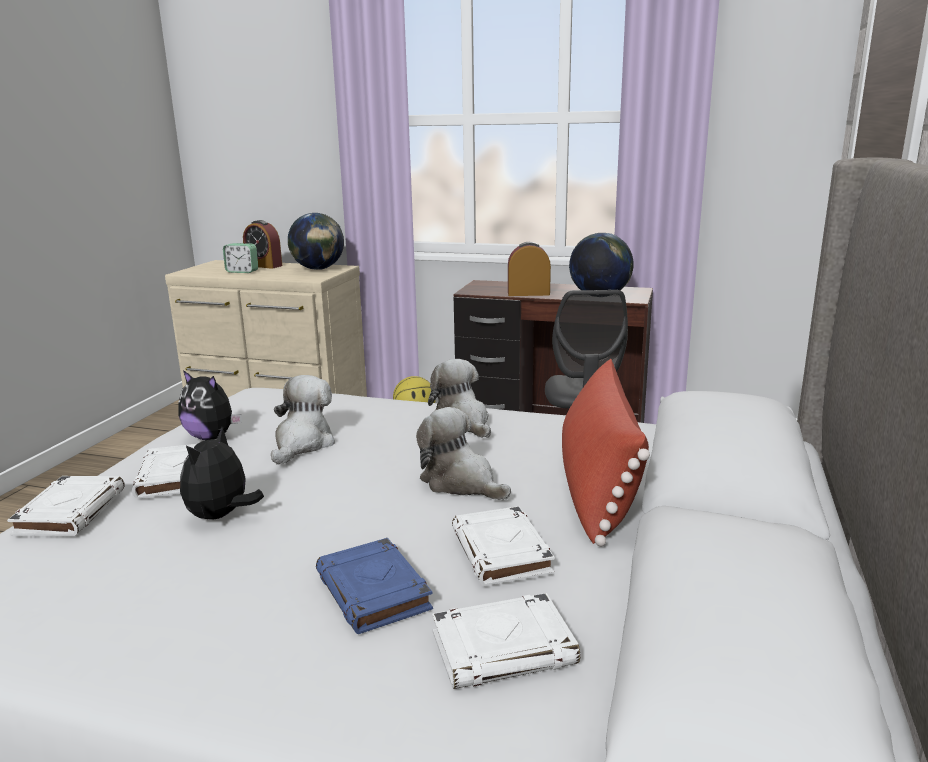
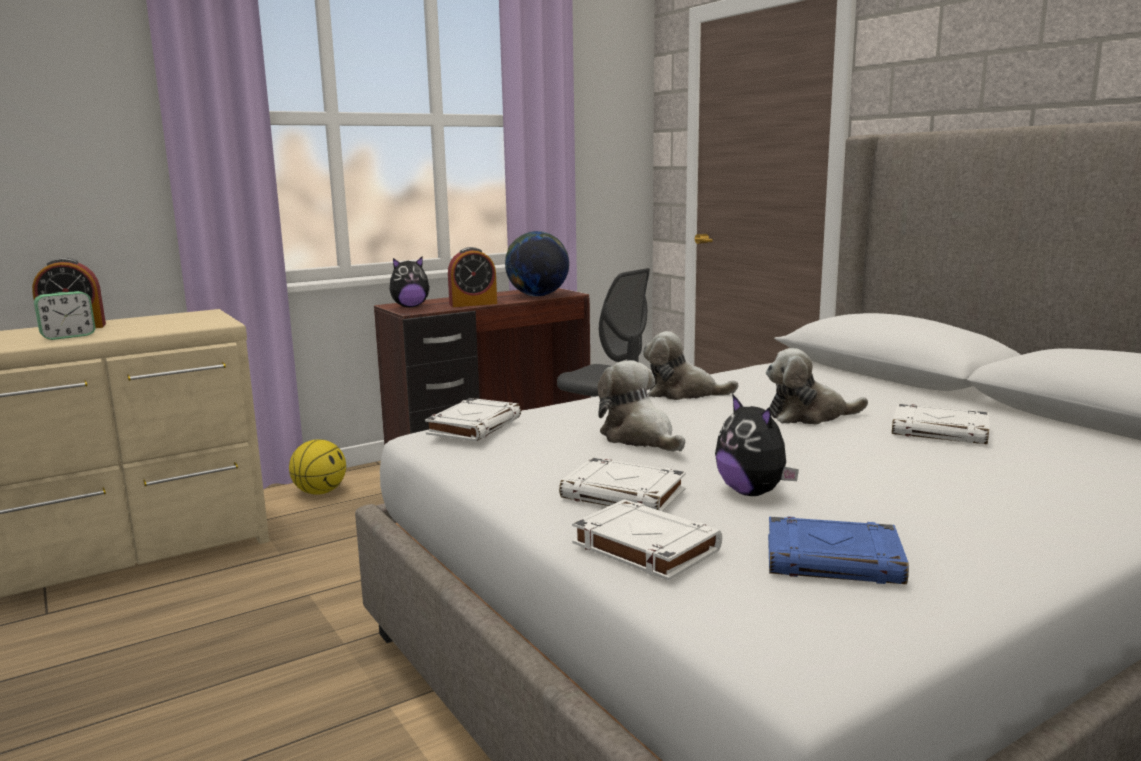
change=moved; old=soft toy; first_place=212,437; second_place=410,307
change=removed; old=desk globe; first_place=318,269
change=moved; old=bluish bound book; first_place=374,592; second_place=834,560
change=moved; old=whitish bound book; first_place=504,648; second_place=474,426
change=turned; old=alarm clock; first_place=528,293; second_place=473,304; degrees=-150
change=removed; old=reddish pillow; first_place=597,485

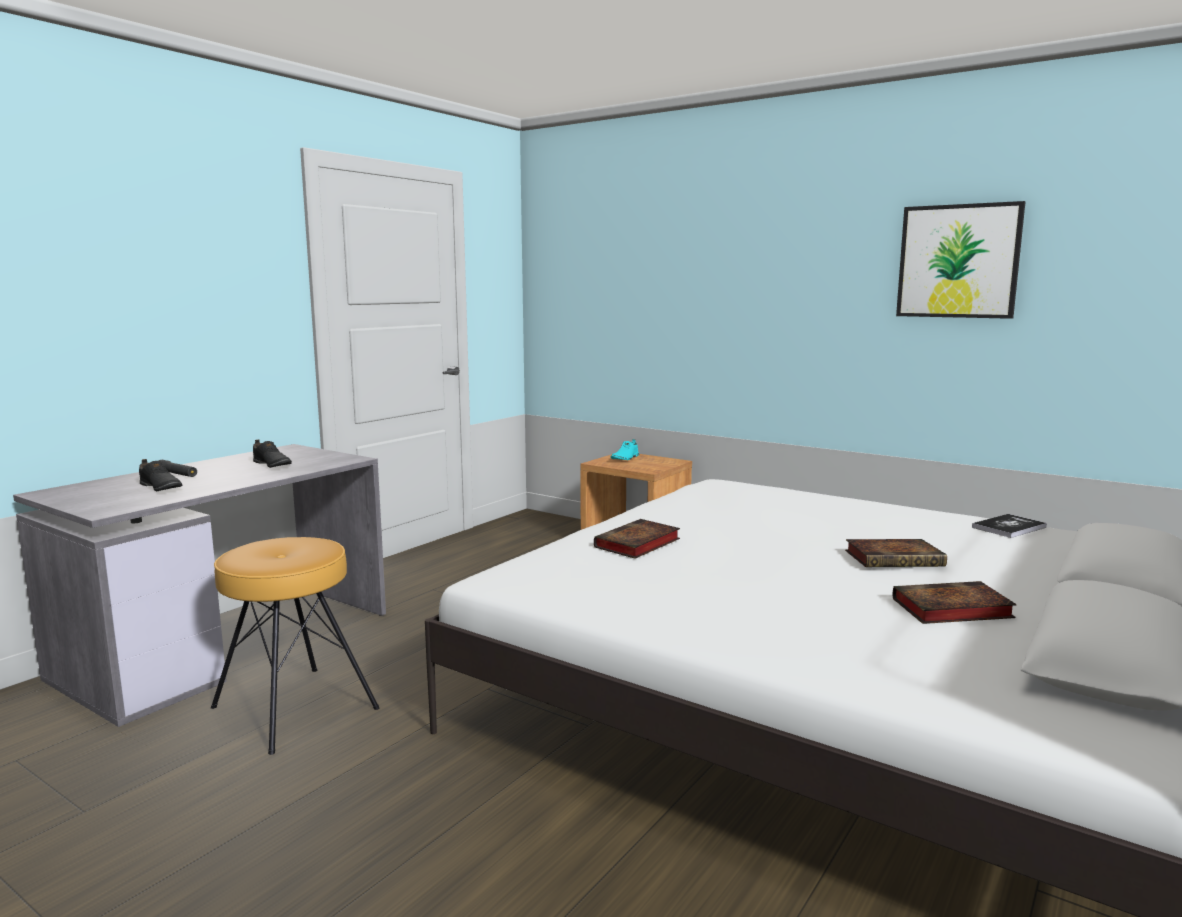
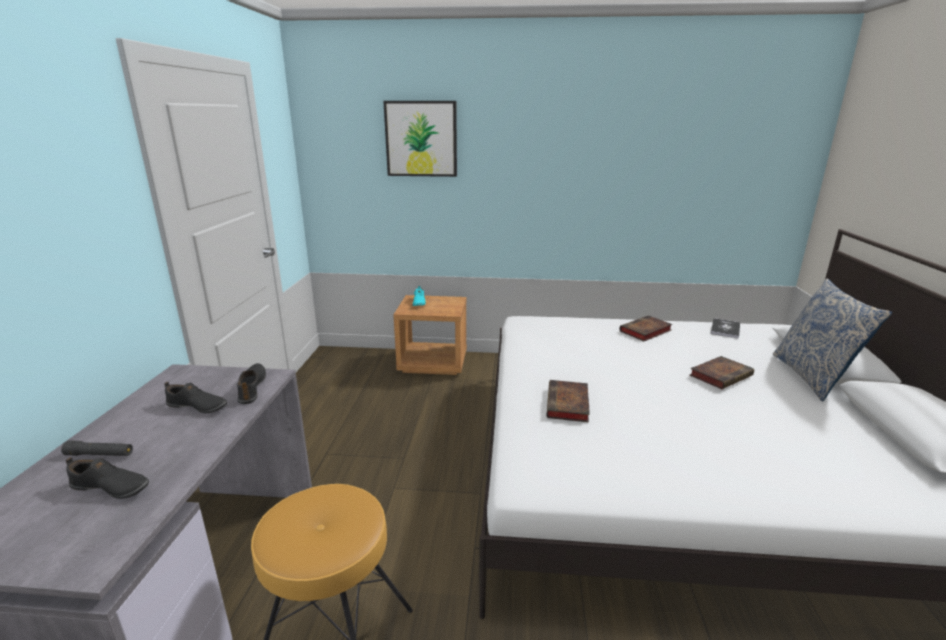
change=moved; old=bound book; first_place=949,609; second_place=645,331
change=moved; old=wall art; first_place=958,261; second_place=421,139
change=added; new=black-coloured item of footwear; second_place=252,387
change=added; new=pillow; second_place=813,377

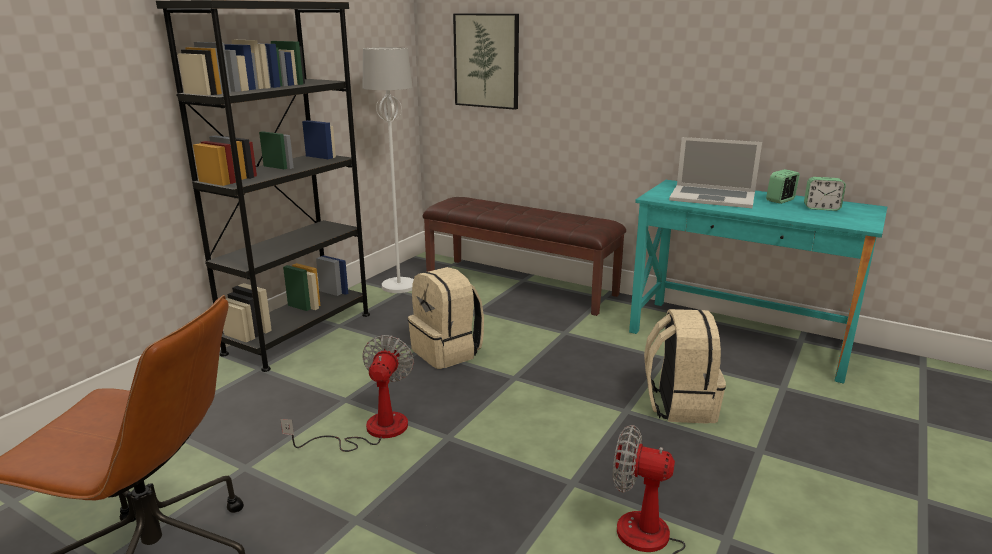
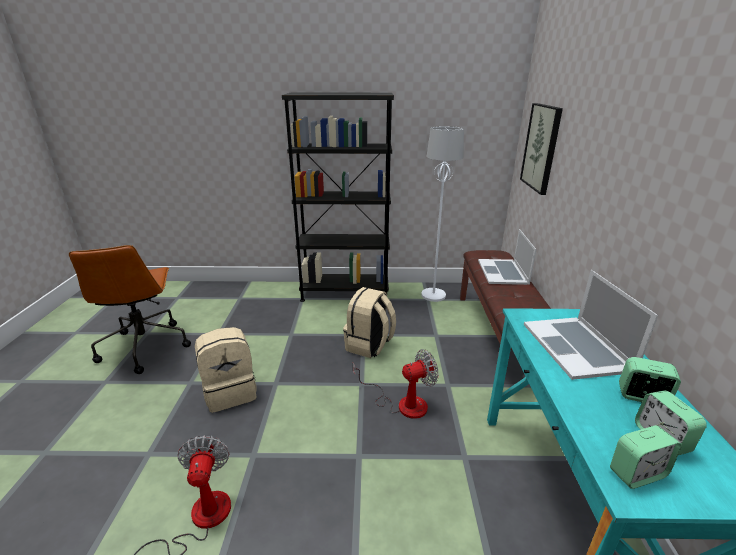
change=moved; old=cooling fan; first_place=371,430; second_place=402,403
change=moved; old=beige-coloured knapsack; first_place=679,404; second_place=231,392
change=added; new=laptop; second_place=503,272
change=added; new=alarm clock; second_place=637,473

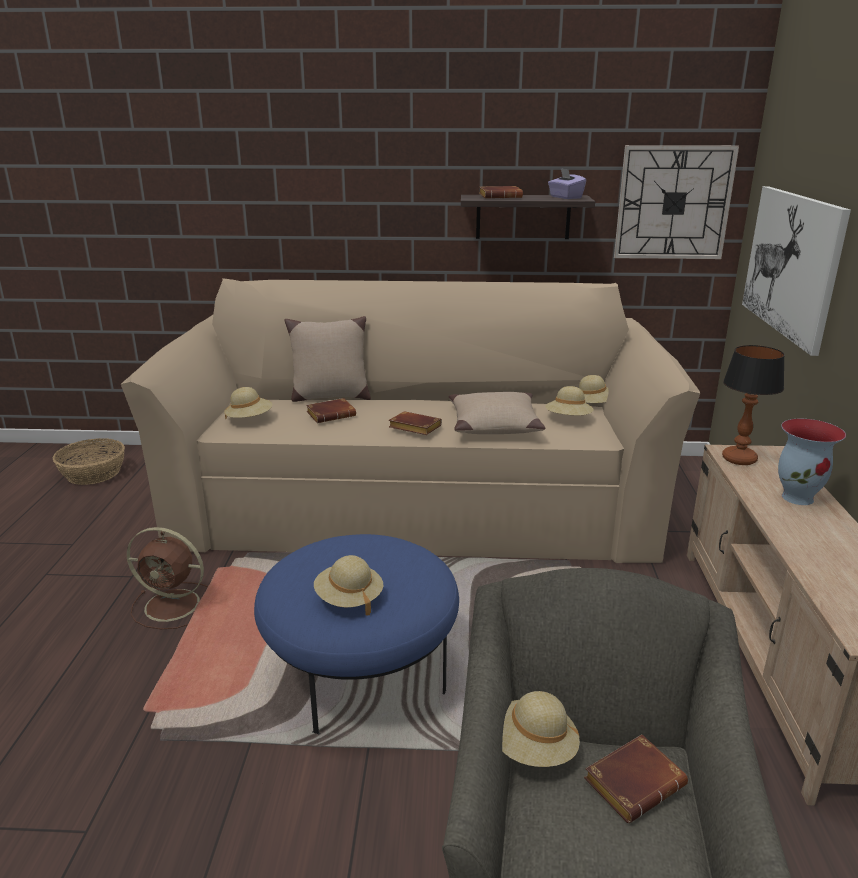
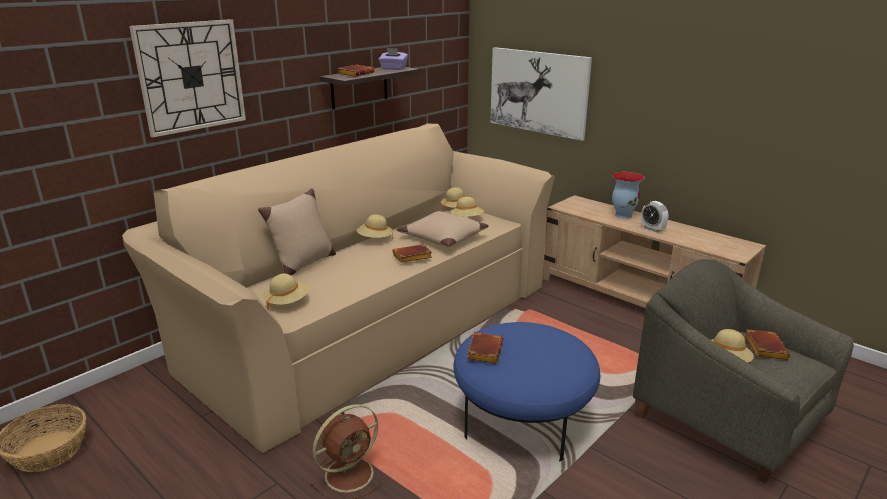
change=moved; old=brown bound book; first_place=332,414; second_place=483,350
change=moved; old=beige-coloured hat; first_place=349,598; second_place=374,239
change=moved; old=wall clock; first_place=673,203; second_place=191,76
change=removed; old=table lamp; first_place=738,459
change=added; new=alarm clock; second_place=652,229

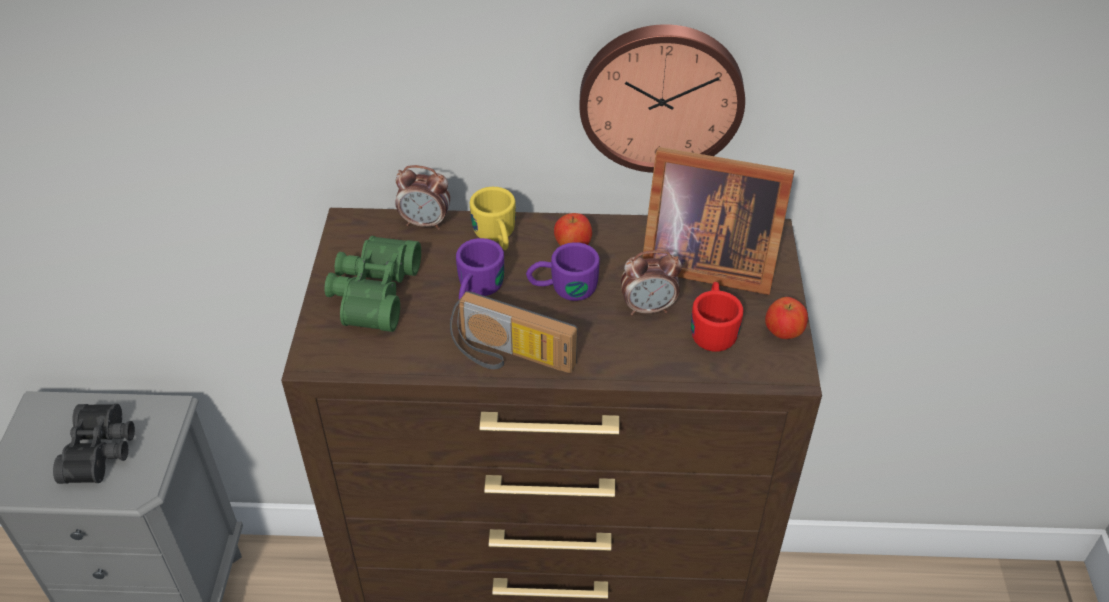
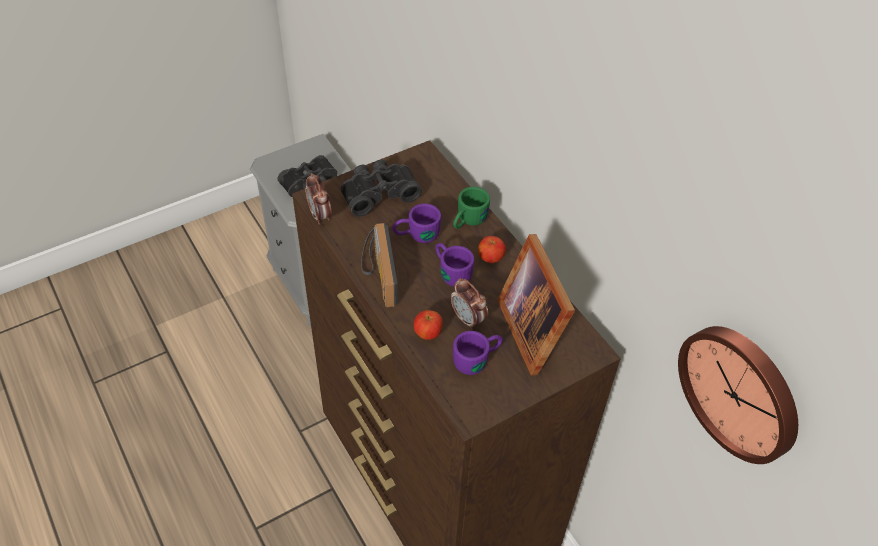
change=recoloured; old=green-coloured binoculars; new=black-coloured binoculars; first_place=372,293; second_place=378,193
change=moved; old=alarm clock; first_place=425,223; second_place=320,215
change=recoloured; old=yellowish tea mug; new=green-coloured tea mug; first_place=497,237; second_place=467,221
change=moved; old=wall clock; first_place=661,96; second_place=741,391
change=recoloured; old=reddish tea mug; new=purple-coloured tea mug; first_place=713,328; second_place=477,359
change=moved; old=whole apple; first_place=783,333; second_place=428,333

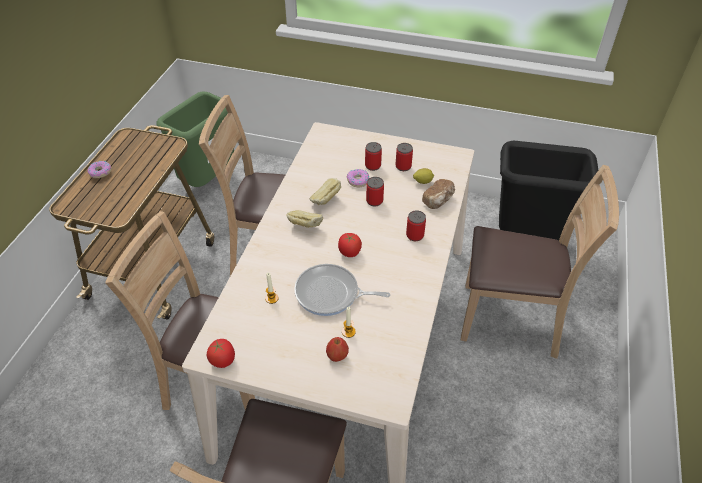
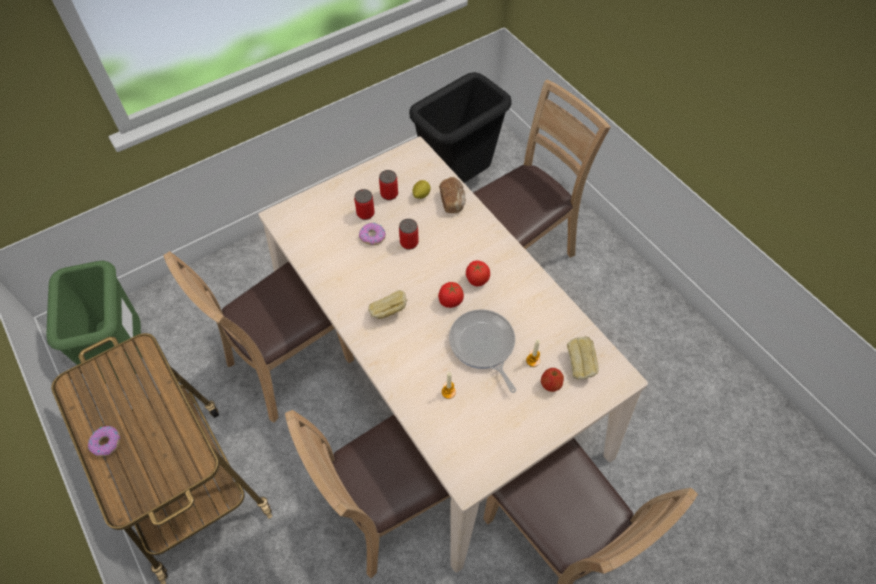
change=moved; old=whole tomato; first_place=223,360; second_place=477,280
change=turned; old=skillet; first_place=330,294; second_place=483,346; degrees=105
change=moved; old=baked bread; first_place=326,201; second_place=580,365
change=removed; old=can; first_place=415,235

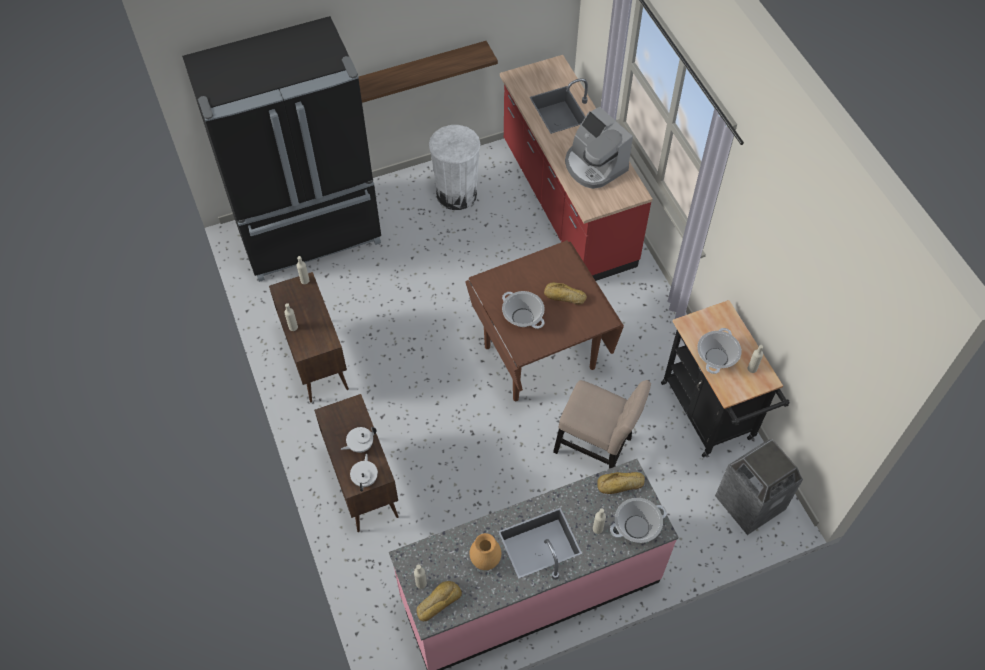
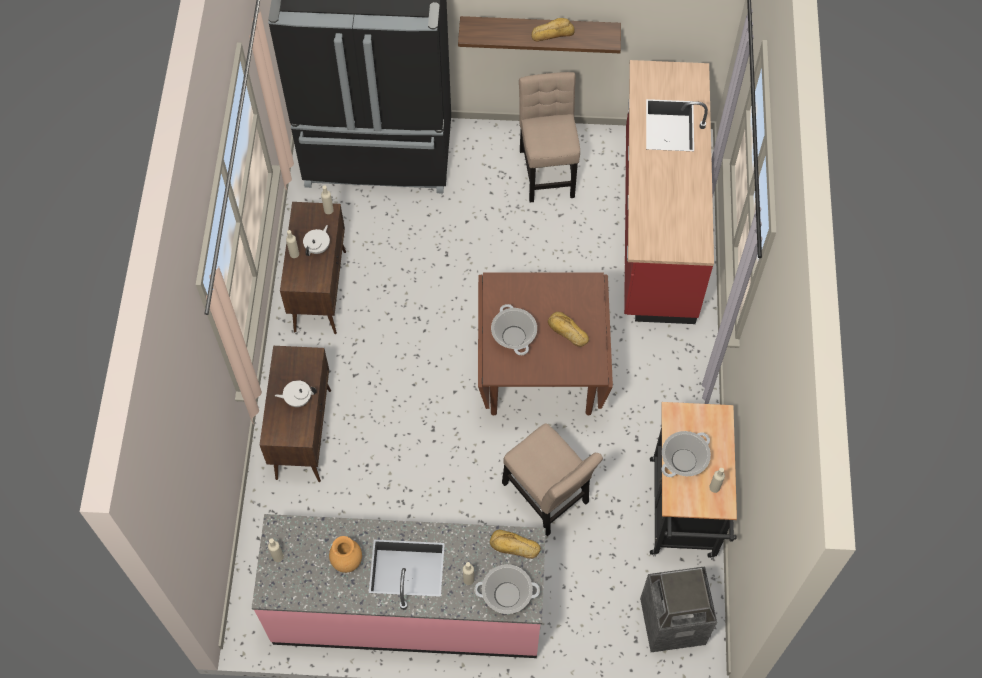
change=moved; old=whitish tea pot; first_place=365,478; second_place=318,247
change=moved; old=baked bread; first_place=438,602; second_place=552,33
change=replaced; old=whitish rubbish bin; new=beige-coloured plain chair; first_place=456,194; second_place=547,169
change=removed; old=coffee maker; first_place=594,166

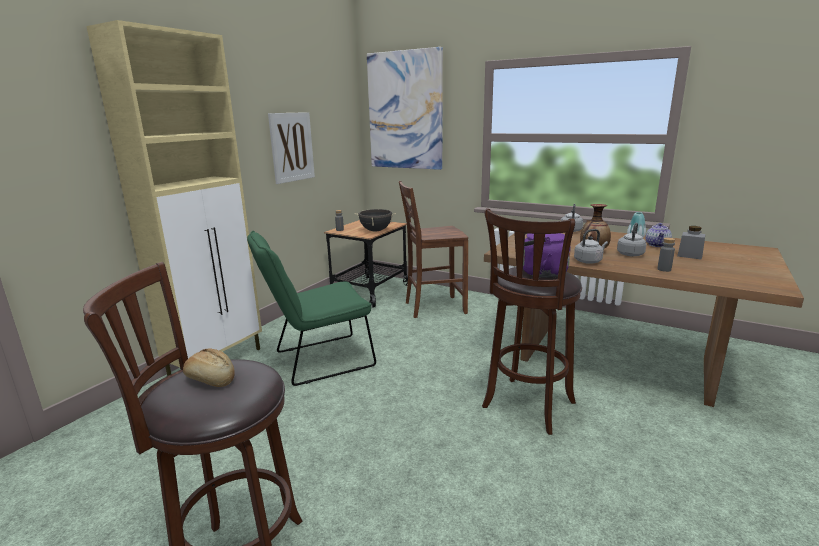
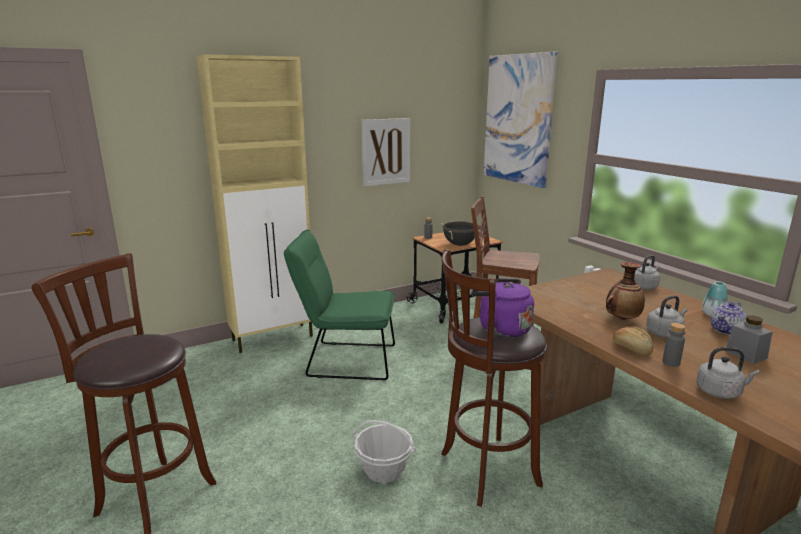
change=moved; old=baked bread; first_place=211,379; second_place=632,348
change=moved; old=grey kettle; first_place=589,261; second_place=720,392
change=added; new=storage basket; second_place=384,469

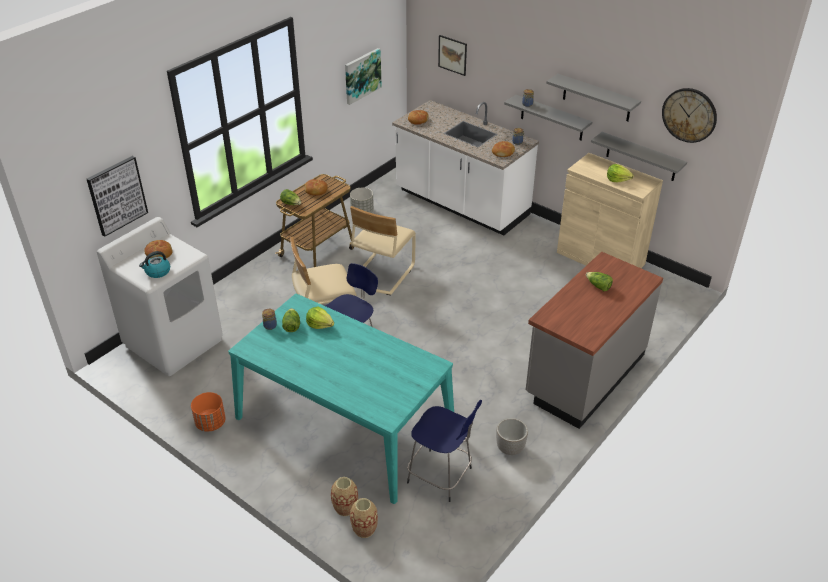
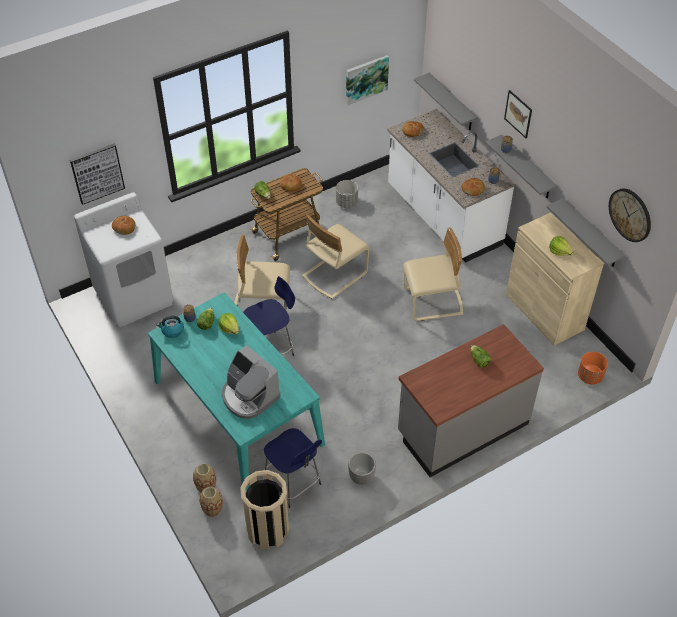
change=moved; old=kettle; first_place=157,272; second_place=172,331
change=moved; old=orange planter; first_place=211,423; second_place=590,376
change=moved; old=wall art; first_place=452,55; second_place=518,114
change=moved; old=grey wall shelf; first_place=596,98; second_place=452,103
change=added; new=coffee maker; second_place=249,396
change=added; new=beige-coloured rubbish bin; second_place=267,530
change=added; new=beige-coloured plain chair; second_place=433,302

